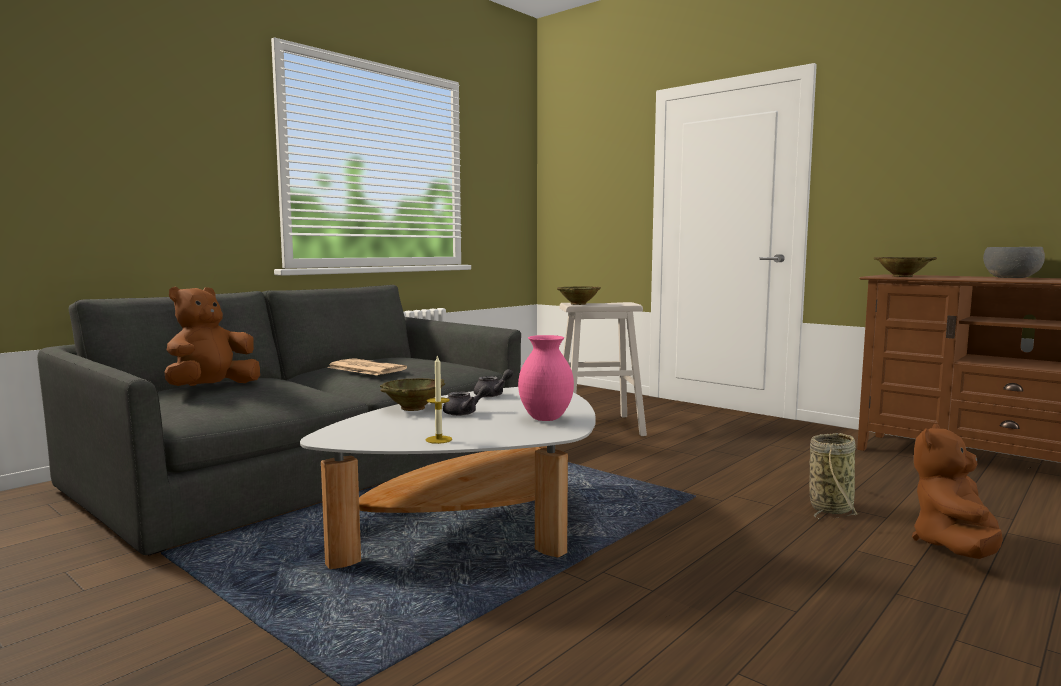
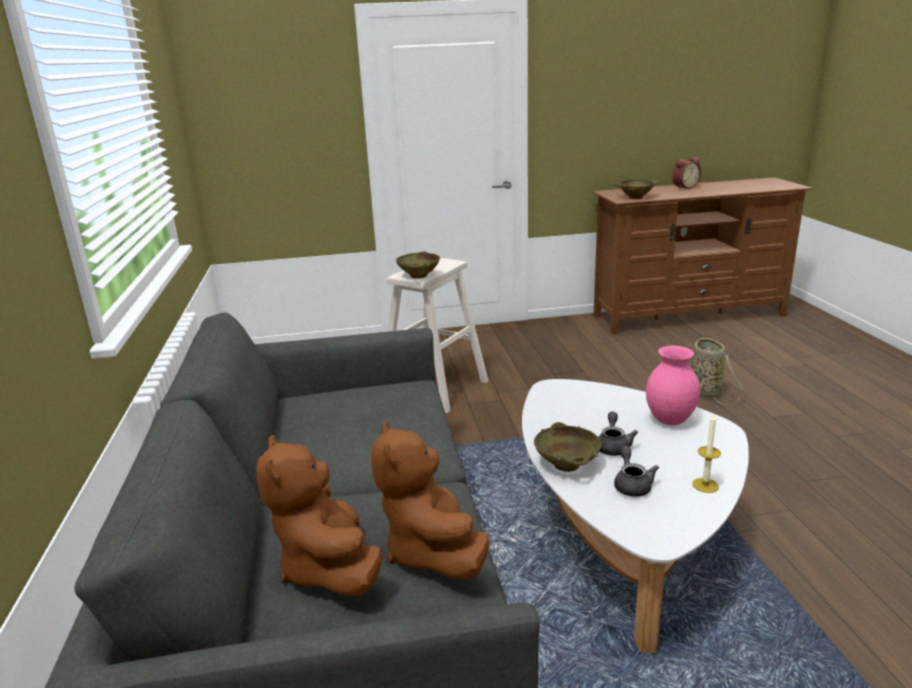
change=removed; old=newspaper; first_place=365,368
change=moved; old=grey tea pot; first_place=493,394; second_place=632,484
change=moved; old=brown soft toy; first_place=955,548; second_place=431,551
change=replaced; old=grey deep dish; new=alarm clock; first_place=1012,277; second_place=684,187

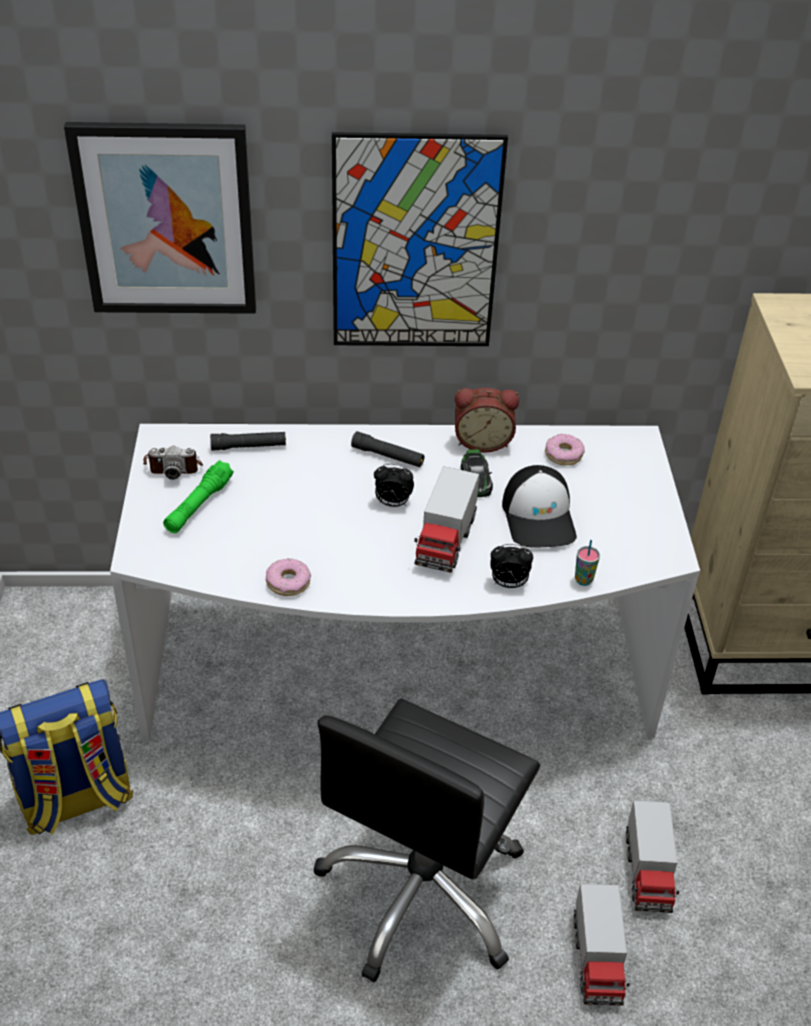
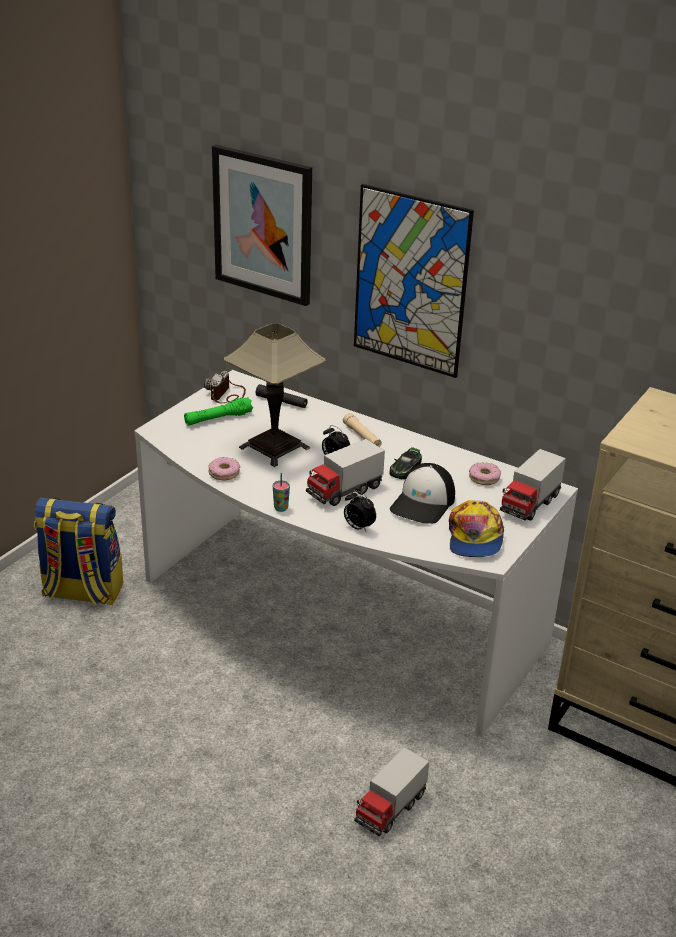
change=turned; old=photo camera; first_place=173,465; second_place=227,395; degrees=75
change=removed; old=black-coloured desk chair; first_place=423,891
change=recoloured; old=black-coloured hand torch; new=beige-coloured hand torch; first_place=388,456; second_place=362,436
change=removed; old=alarm clock; first_place=482,441
change=moved; old=model truck; first_place=597,960; second_place=529,504
change=moved; old=drinking cup; first_place=583,580; second_place=281,508
change=added; new=table lamp; second_place=274,448
change=added; new=cap; second_place=474,538

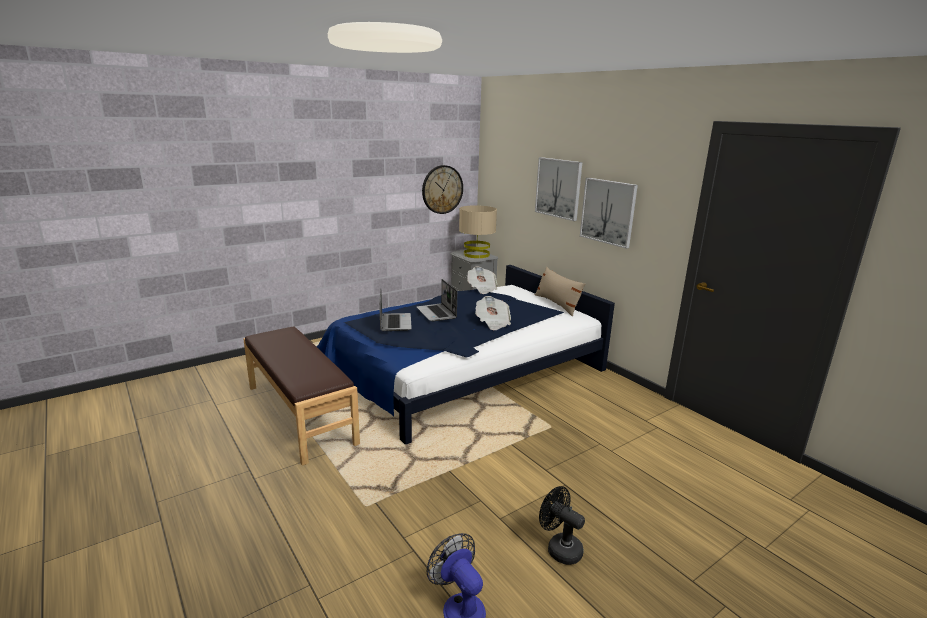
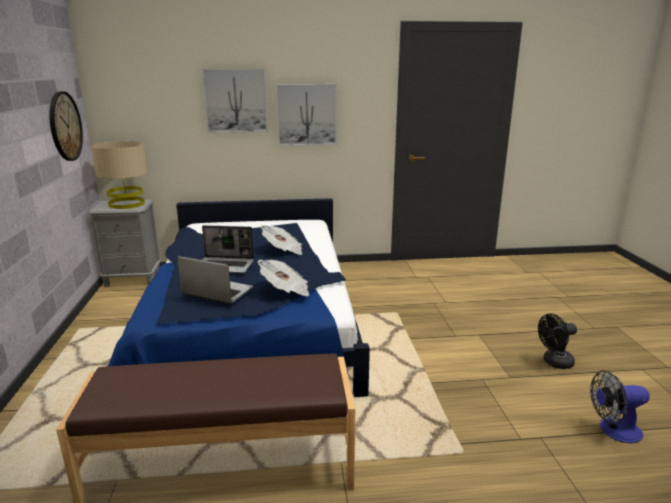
change=moved; old=newspaper; first_place=482,288; second_place=285,290
change=removed; old=beige-coloured pillow; first_place=557,304

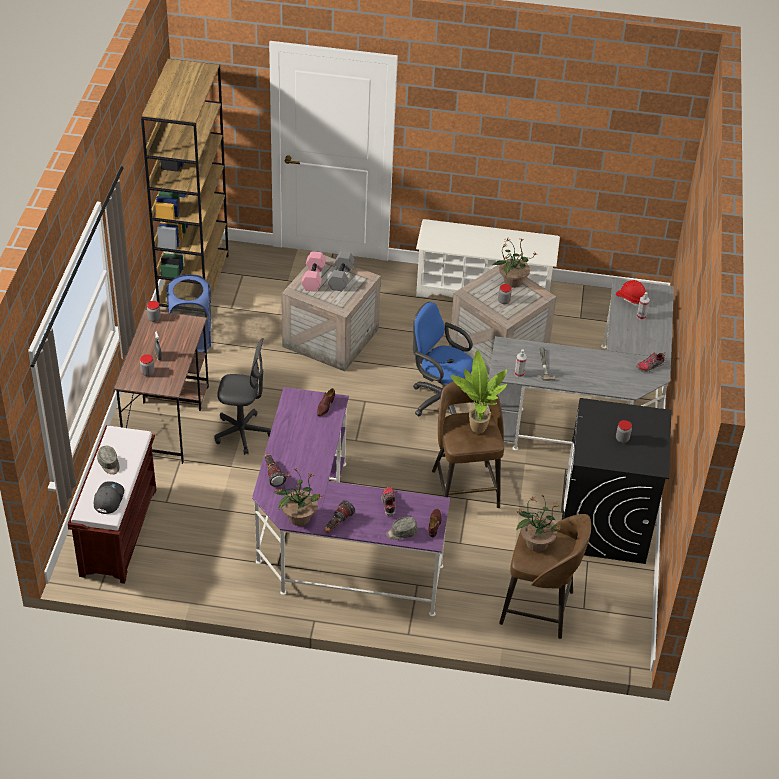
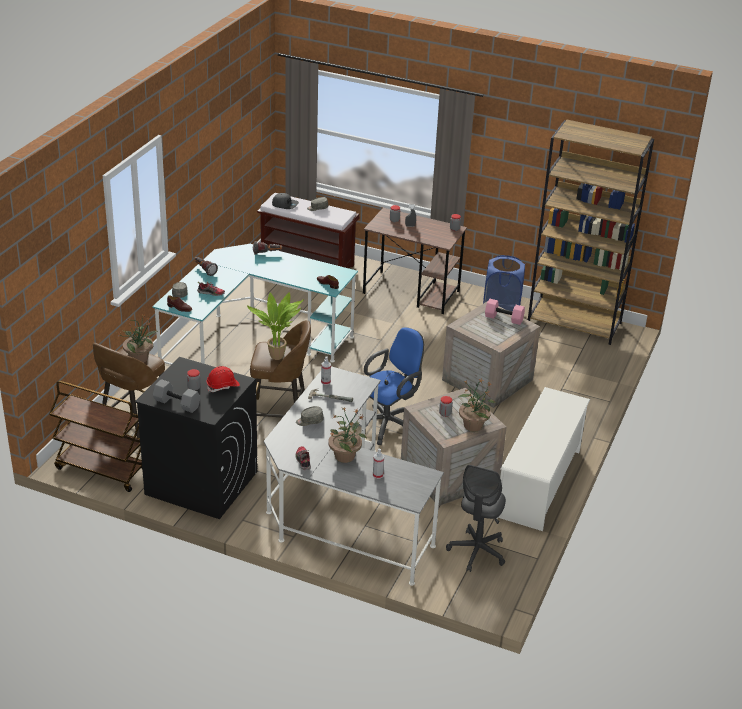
change=moved; old=grey desk chair; first_place=242,433; second_place=477,552
change=recoloured; old=purple-coloured desk unit; new=blue-green desk unit; first_place=332,544; second_place=251,342
change=moved; old=plant in a pot; first_place=298,517; second_place=345,456
change=moved; old=grey hand weight; first_place=341,278; second_place=176,404
change=moved; old=reddish work helmet; first_place=631,298; second_place=223,386
change=added; new=brown trolley; second_place=101,470
change=added; new=grey cap; second_place=309,421

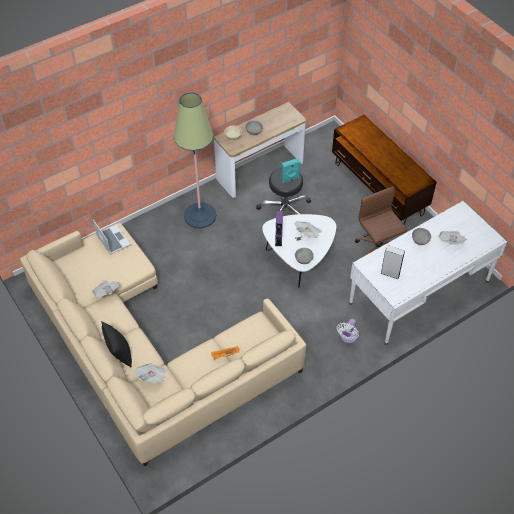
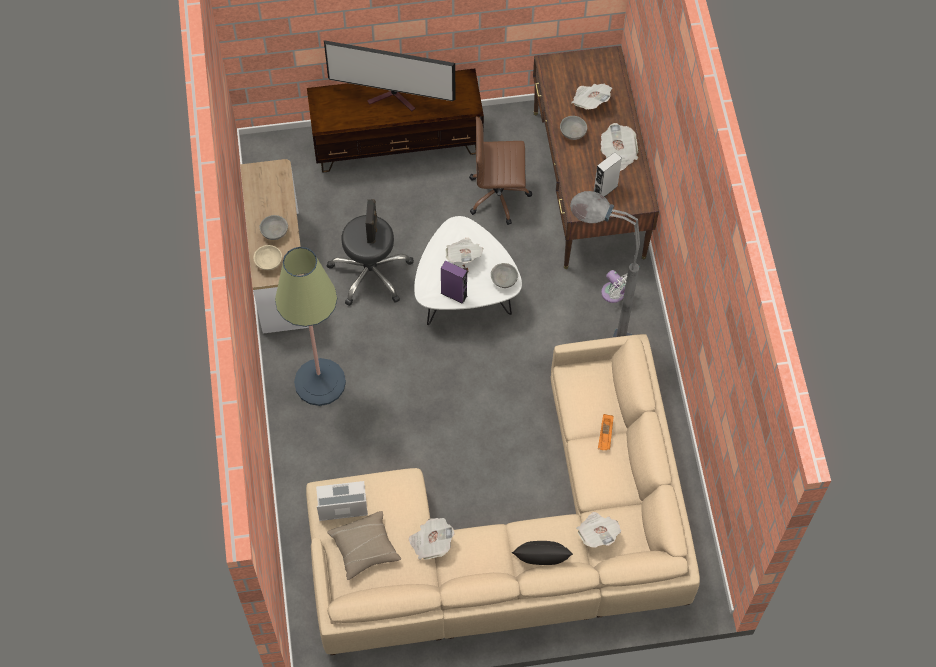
change=recoloured; old=blue-green audio speaker; new=black-coloured audio speaker; first_place=290,179; second_place=372,231
change=recoloured; old=whitish desk unit; new=brown desk unit; first_place=419,292; second_place=588,183
change=added; new=television; second_place=394,99
change=added; new=beige-coloured pillow; second_place=365,549
change=added; new=grey standard lamp; second_place=588,327
change=added; new=newspaper; second_place=618,153

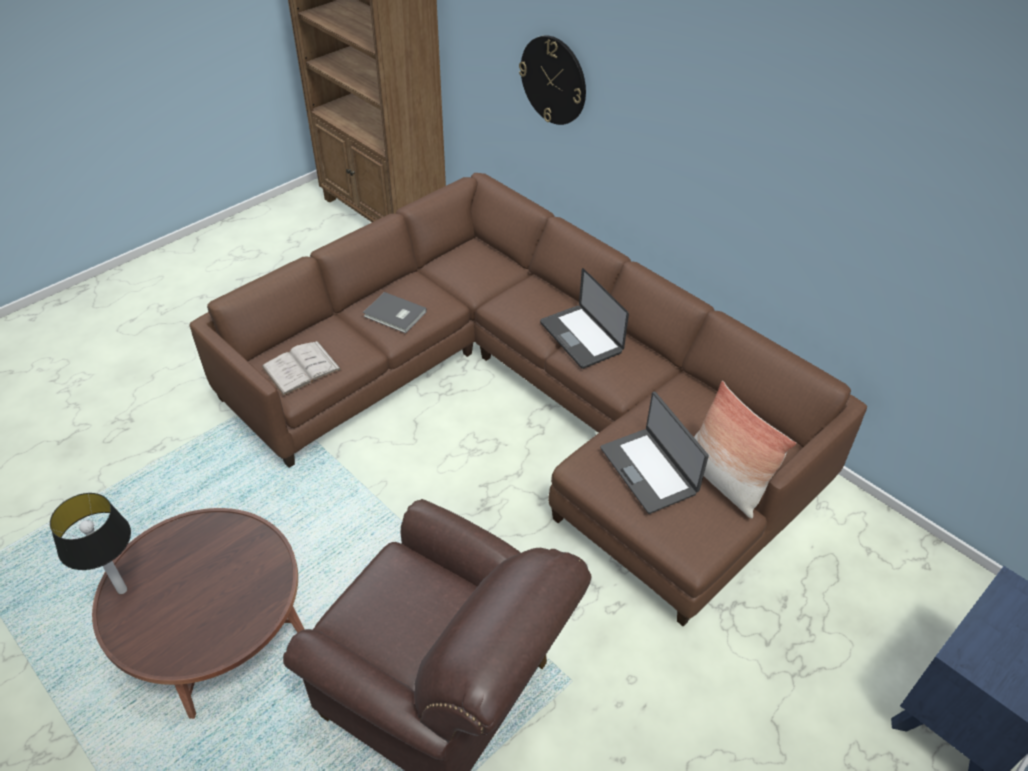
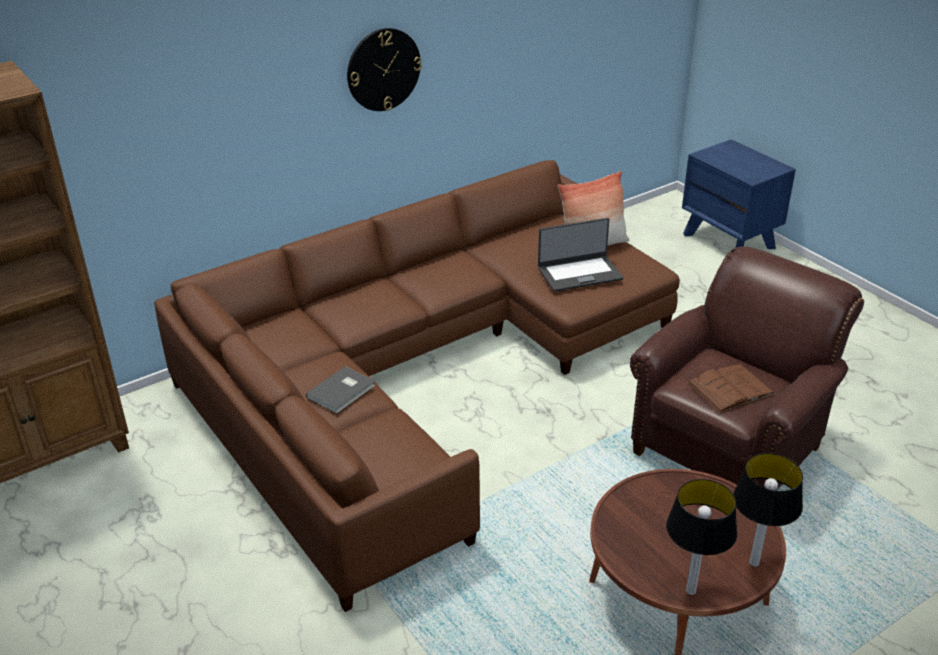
change=removed; old=whitish bound book; first_place=301,368
change=moved; old=wall clock; first_place=553,80; second_place=383,69
change=removed; old=laptop; first_place=581,337
change=added; new=brown bound book; second_place=730,388
change=added; new=table lamp; second_place=753,562

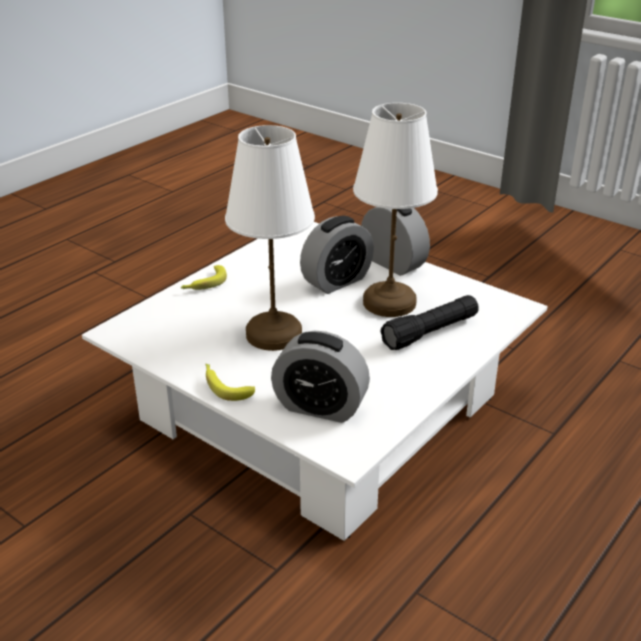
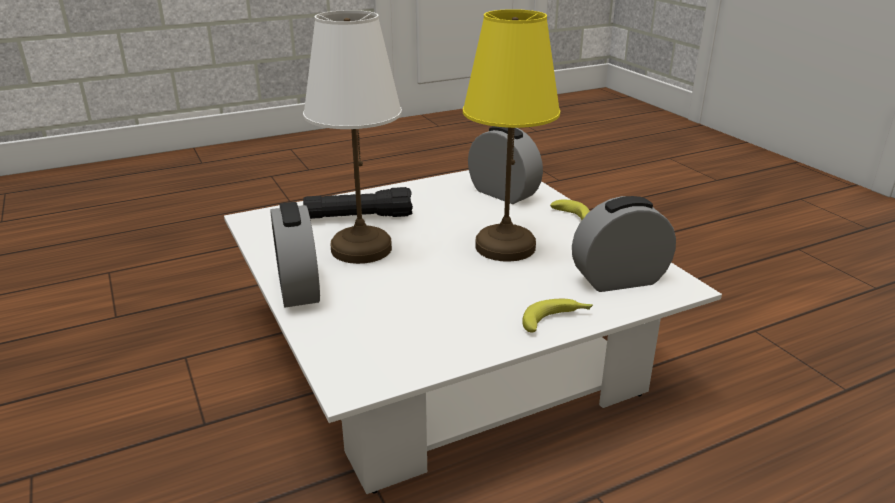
change=recoloured; old=whitish table lamp; new=yellowish table lamp; first_place=273,334; second_place=505,247
change=moved; old=alarm clock; first_place=337,281; second_place=619,280

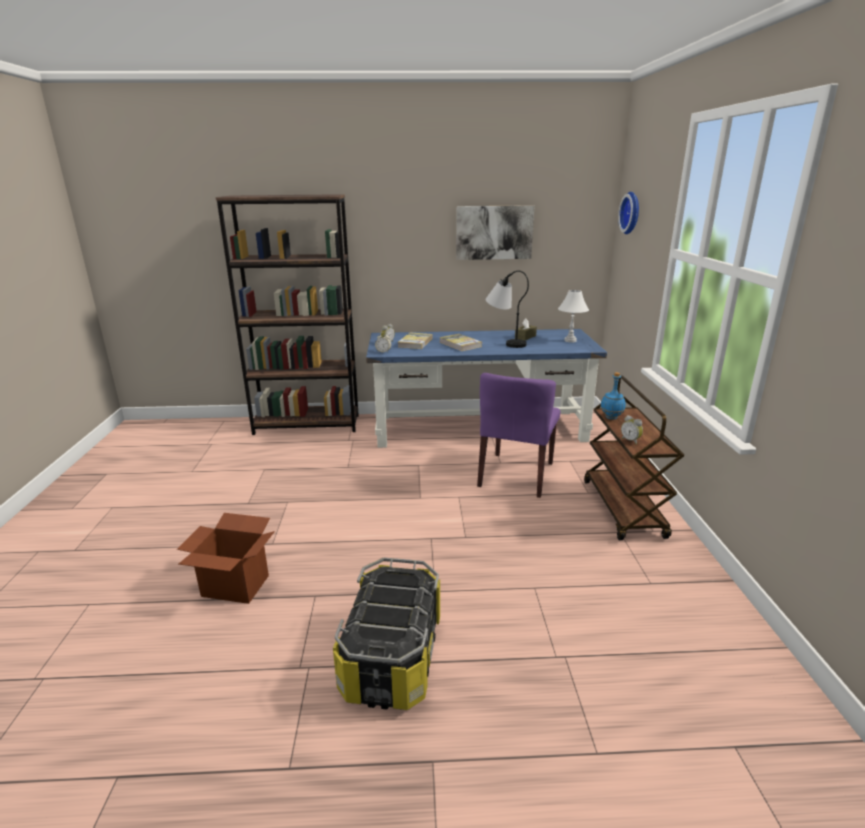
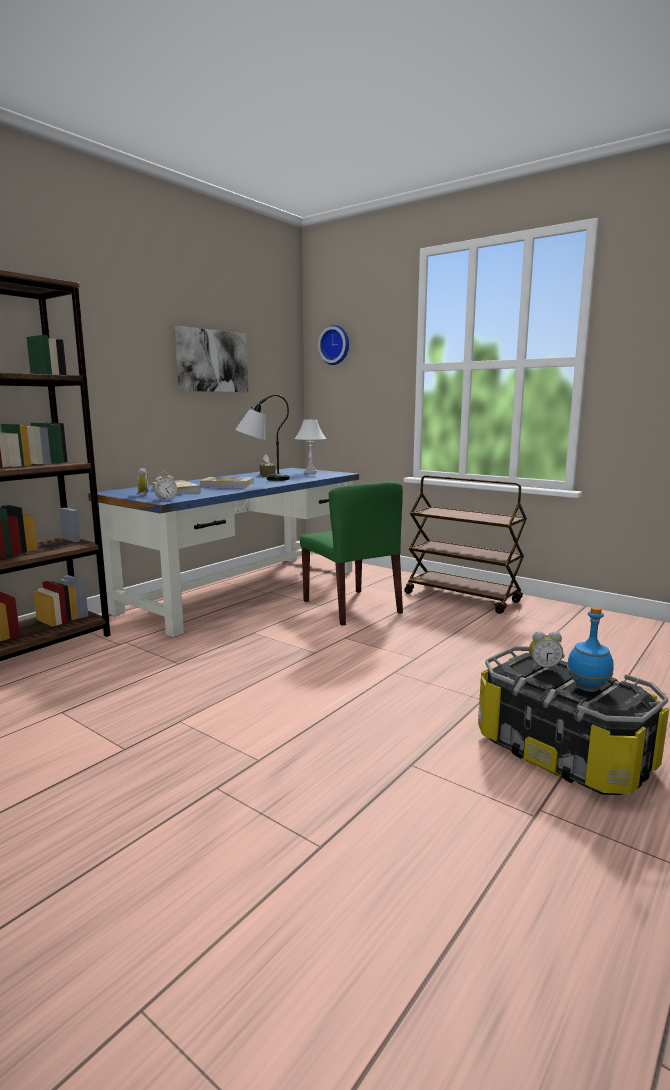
change=removed; old=cardboard box; first_place=235,586
change=recoloured; old=purple-coloured plain chair; new=green-coloured plain chair; first_place=516,475; second_place=352,607
change=moved; old=bluish beverage bottle; first_place=611,417; second_place=587,688
change=moved; old=alarm clock; first_place=631,440; second_place=543,668

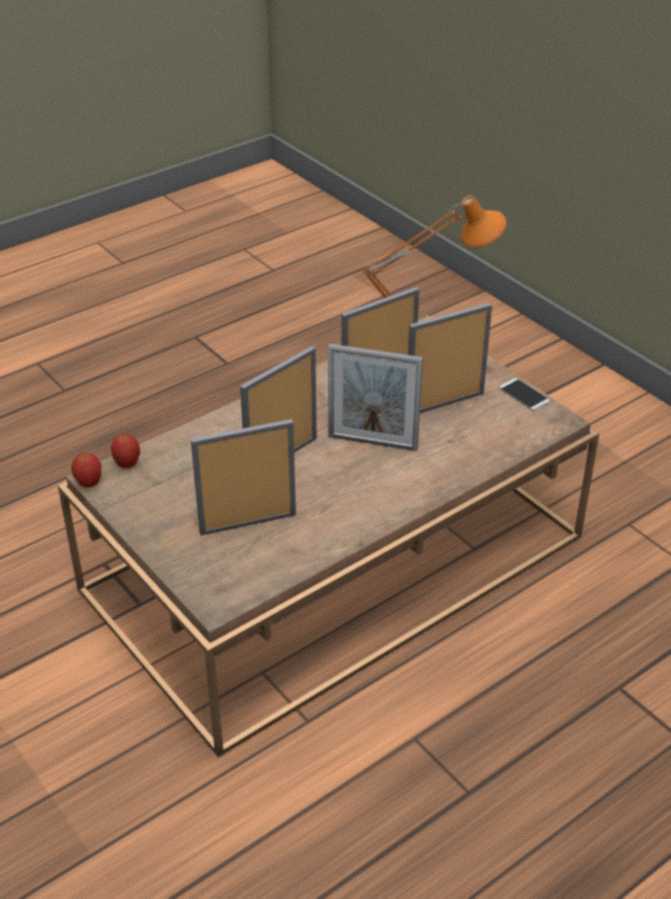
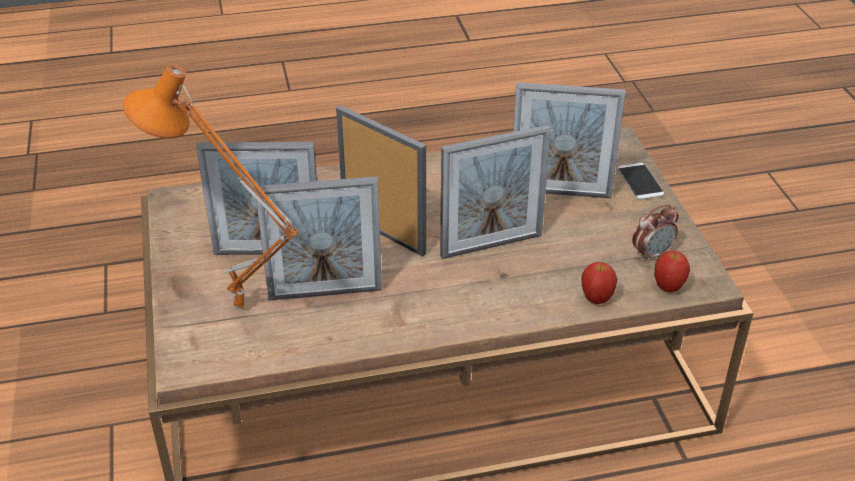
change=moved; old=whole apple; first_place=89,484; second_place=596,299
change=moved; old=phone; first_place=524,395; second_place=640,182
change=added; new=alarm clock; second_place=652,254

